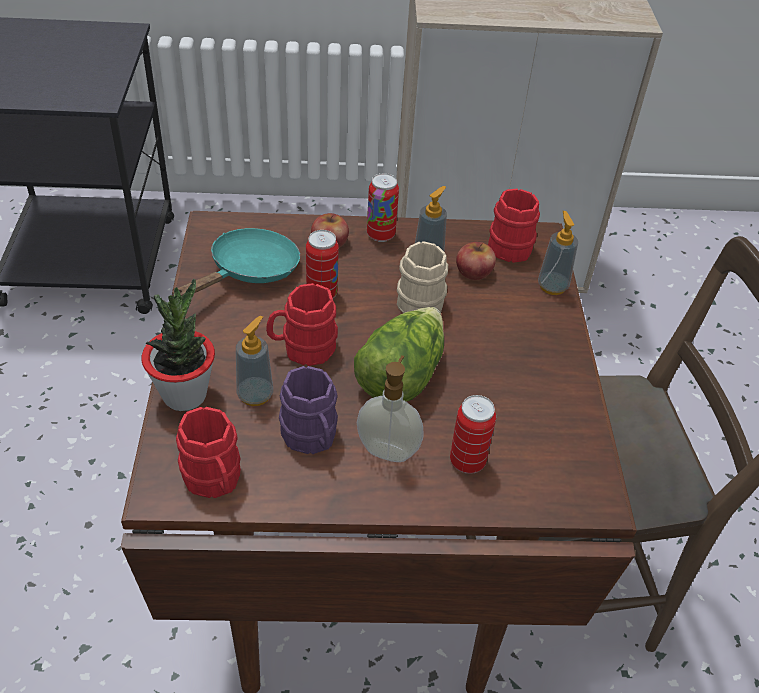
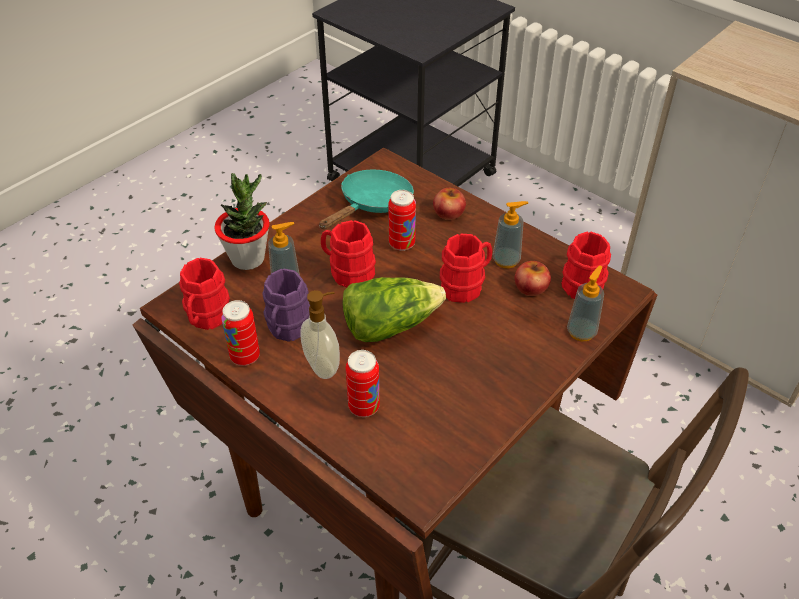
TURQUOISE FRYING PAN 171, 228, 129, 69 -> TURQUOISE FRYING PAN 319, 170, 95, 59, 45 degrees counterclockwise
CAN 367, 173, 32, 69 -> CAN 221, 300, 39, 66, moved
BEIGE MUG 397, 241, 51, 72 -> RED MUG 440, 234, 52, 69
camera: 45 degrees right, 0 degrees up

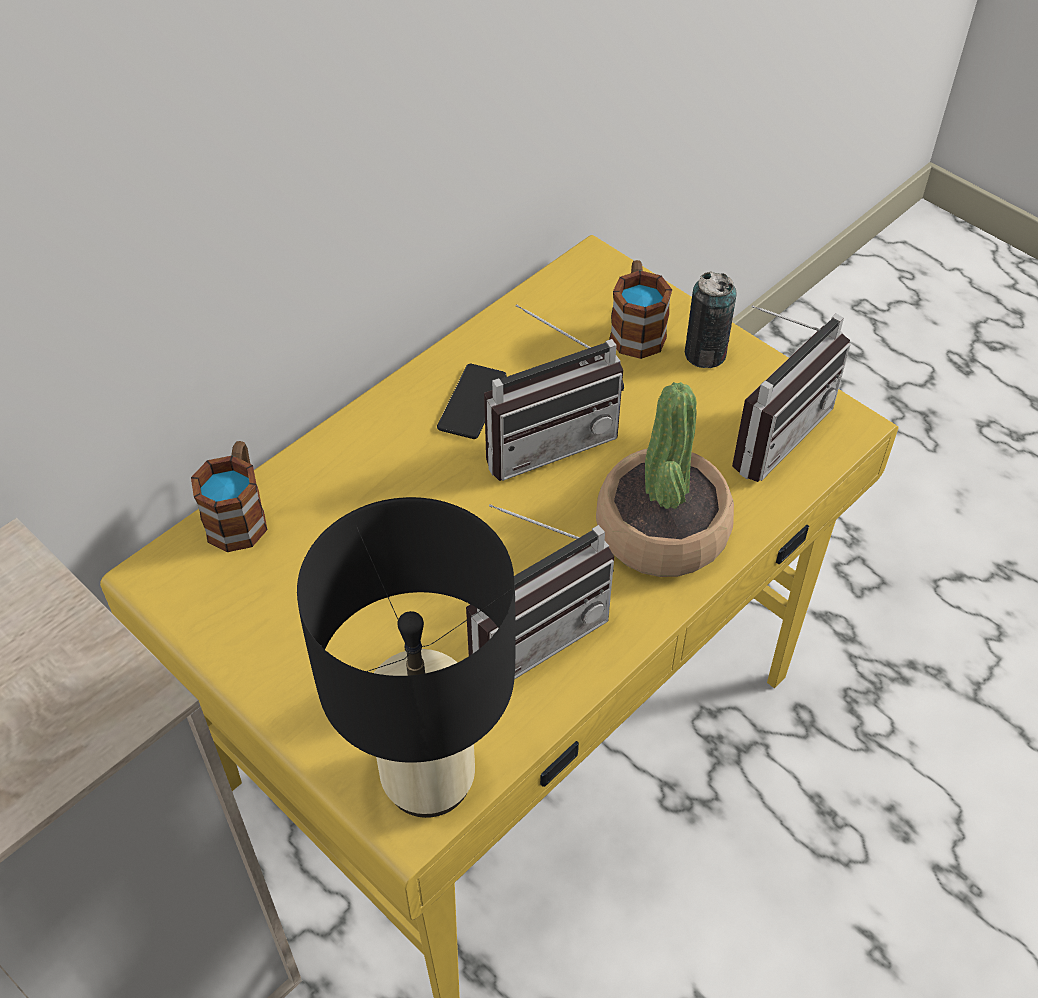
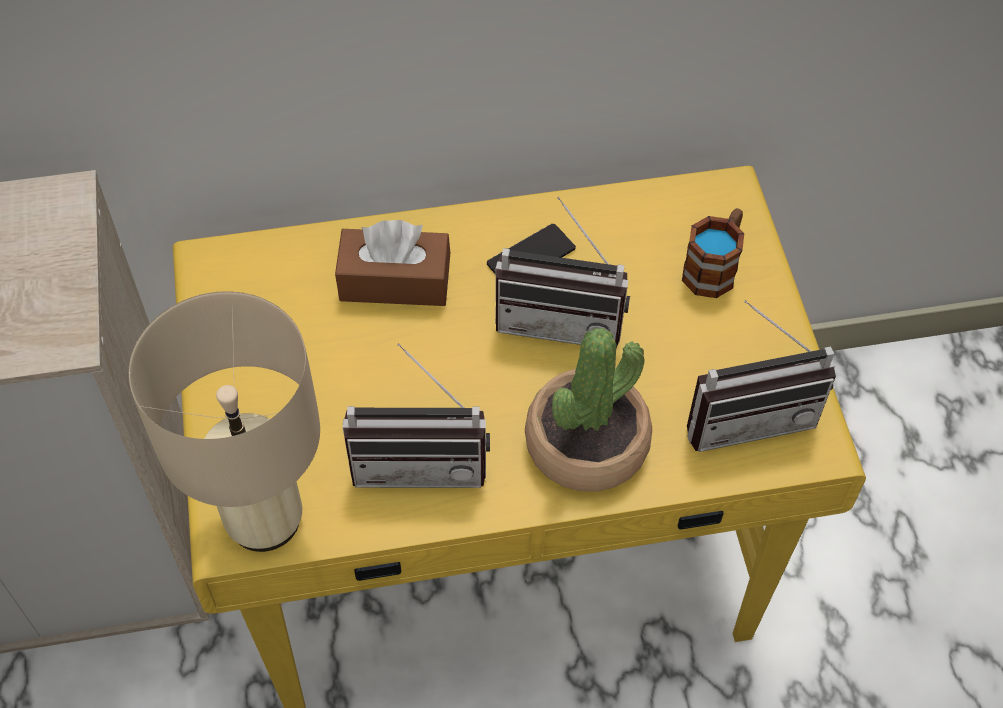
MUG 191, 441, 76, 111 -> none
BLACK TABLE LAMP 297, 497, 219, 321 -> BEIGE TABLE LAMP 128, 291, 192, 261
CAN 685, 271, 52, 97 -> none
none -> BROWN TISSUE BOX 335, 220, 115, 86
camera: 35 degrees right, 5 degrees up

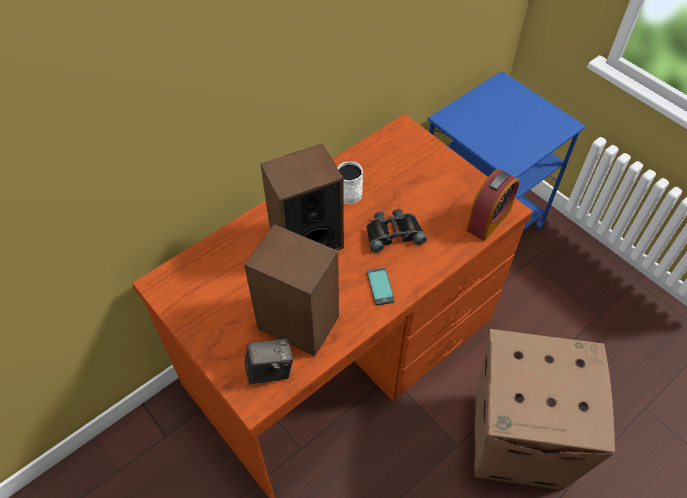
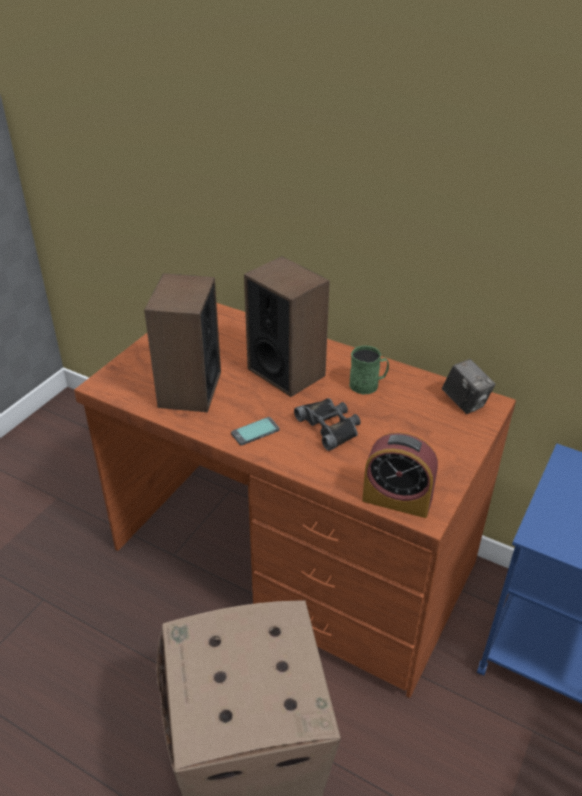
PHOTO CAMERA 245, 339, 48, 46 -> PHOTO CAMERA 442, 359, 54, 55, moved
WHITE MUG 338, 161, 25, 43 -> GREEN MUG 349, 345, 40, 50
camera: 70 degrees right, 15 degrees down

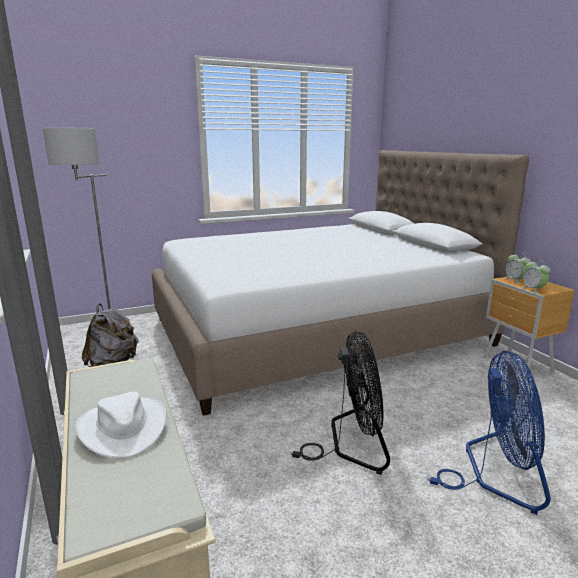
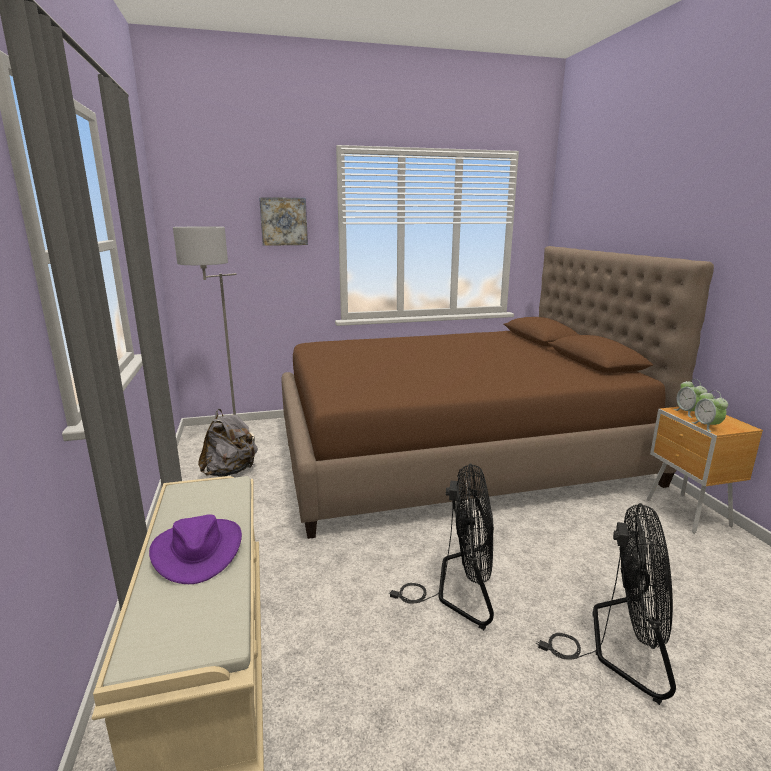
WHITE HAT 75, 392, 92, 66 -> PURPLE HAT 149, 514, 93, 70
WHITE BED 152, 150, 377, 266 -> BROWN BED 281, 246, 433, 293
BLUE FAN 428, 351, 123, 164 -> BLACK FAN 537, 503, 139, 202
none -> PICTURE 259, 197, 49, 49
camera: 10 degrees right, 0 degrees up

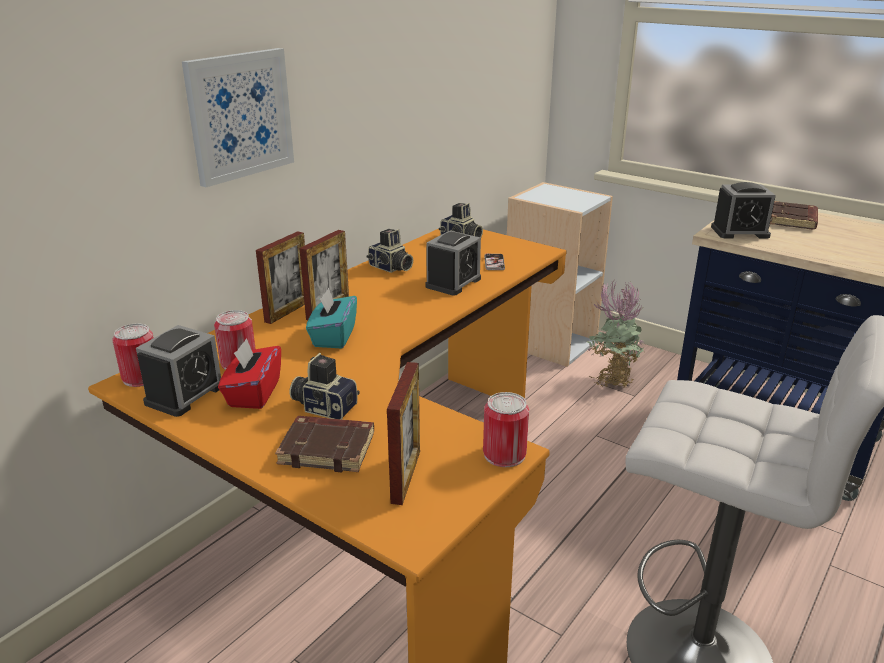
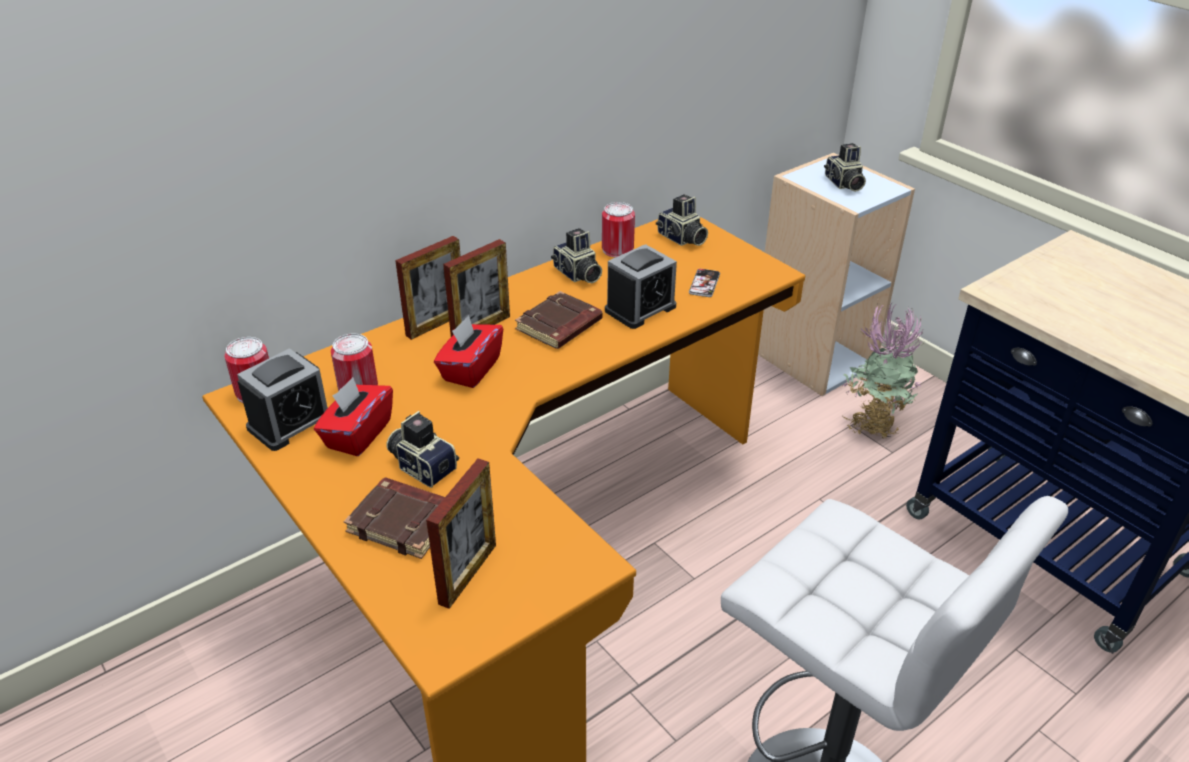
PICTURE 182, 48, 112, 139 -> none
TURQUOISE TISSUE BOX 306, 288, 51, 60 -> RED TISSUE BOX 434, 315, 69, 73
CAN 483, 392, 46, 75 -> CAN 602, 202, 33, 55, moved
ALARM CLOCK 711, 182, 64, 56 -> none
BROWN BOOK 770, 201, 48, 28 -> BROWN BOOK 515, 291, 88, 58, moved
none -> PHOTO CAMERA 824, 143, 42, 49
camera: 15 degrees right, 10 degrees up

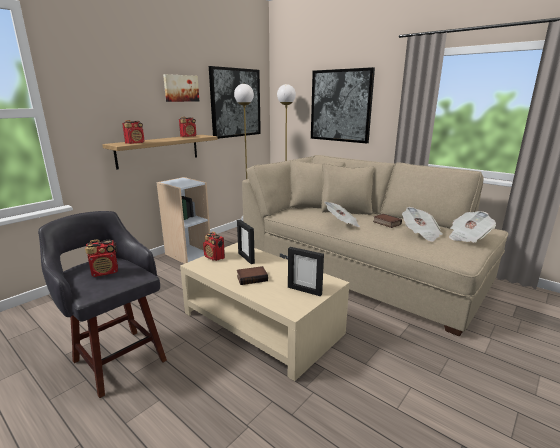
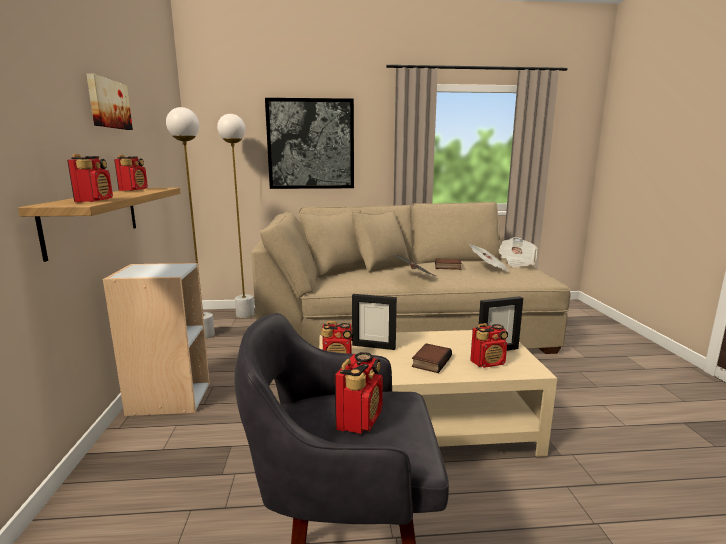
PICTURE 209, 66, 52, 73 -> none
none -> RADIO 470, 323, 38, 45
camera: 45 degrees left, 5 degrees down

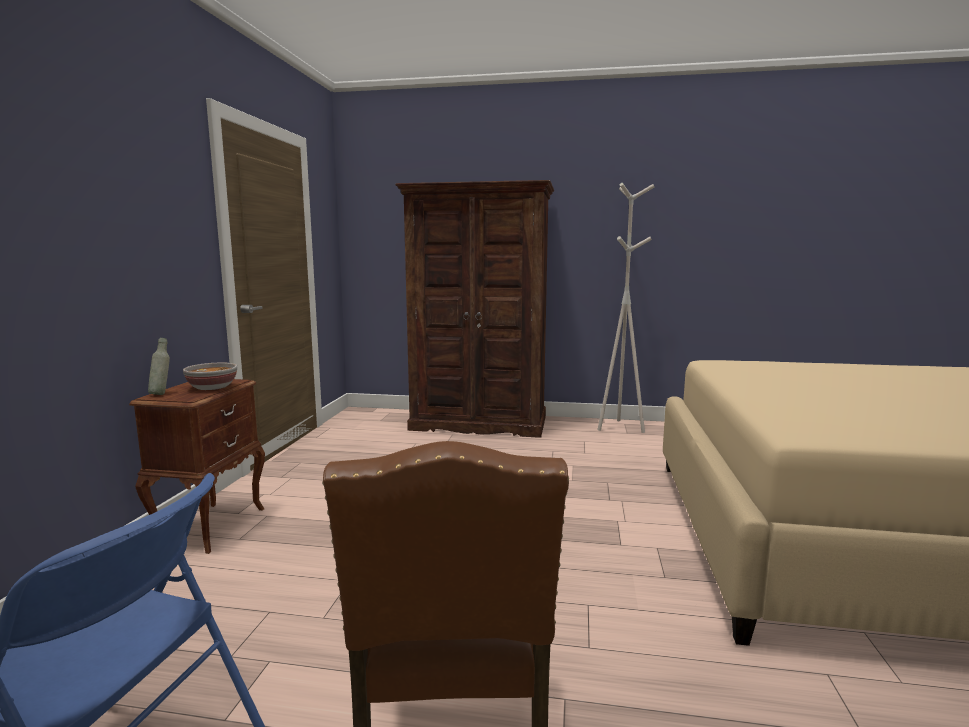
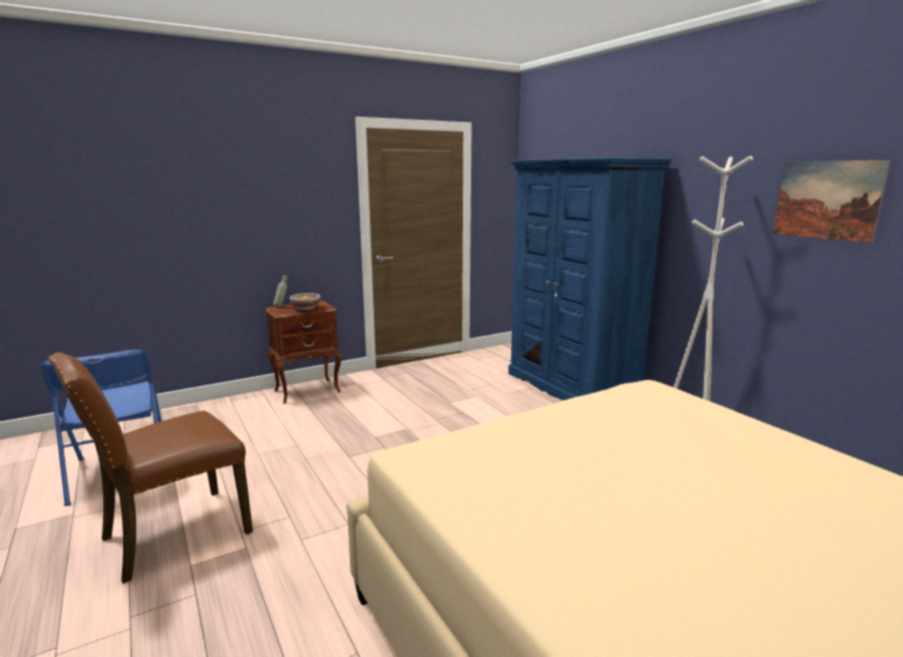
BROWN WARDROBE 395, 180, 159, 258 -> BLUE WARDROBE 508, 157, 163, 243
none -> PICTURE 773, 160, 117, 83
camera: 50 degrees right, 5 degrees up

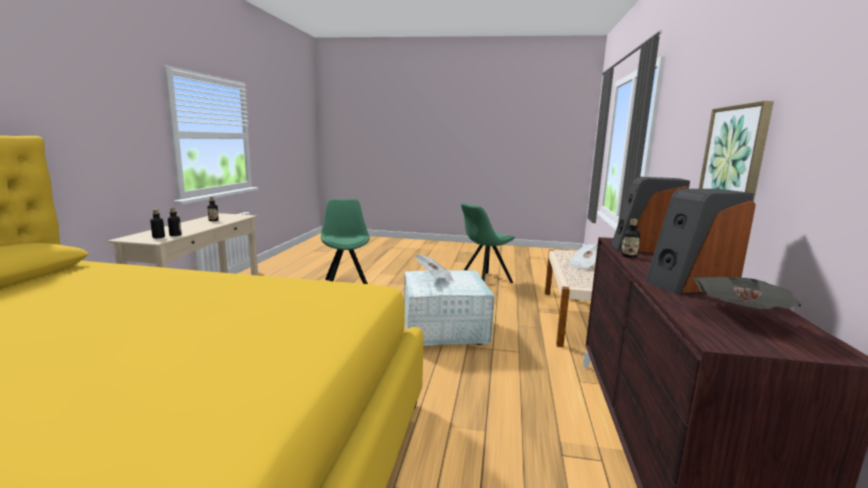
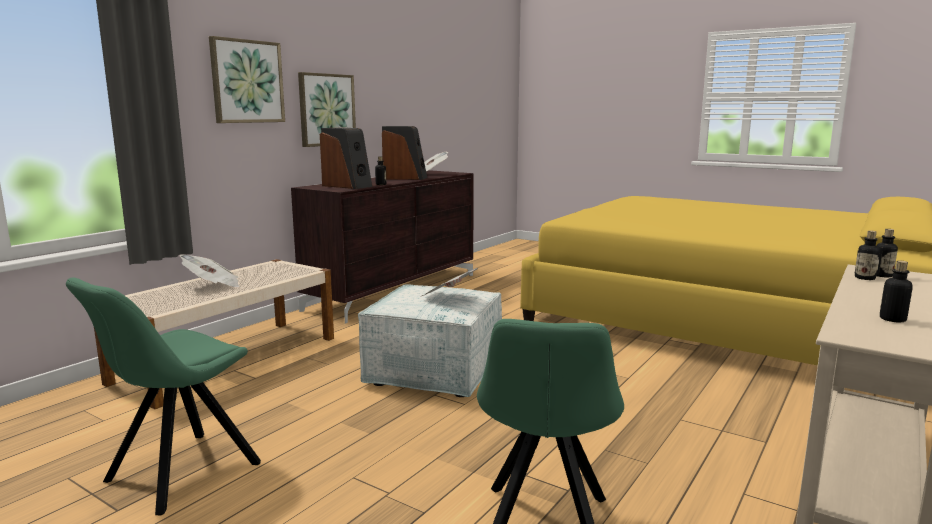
GREEN CHAIR 461, 203, 54, 80 -> GREEN CHAIR 66, 278, 195, 238, 135 degrees clockwise
none -> PICTURE 209, 36, 76, 87
camera: 155 degrees left, 0 degrees up

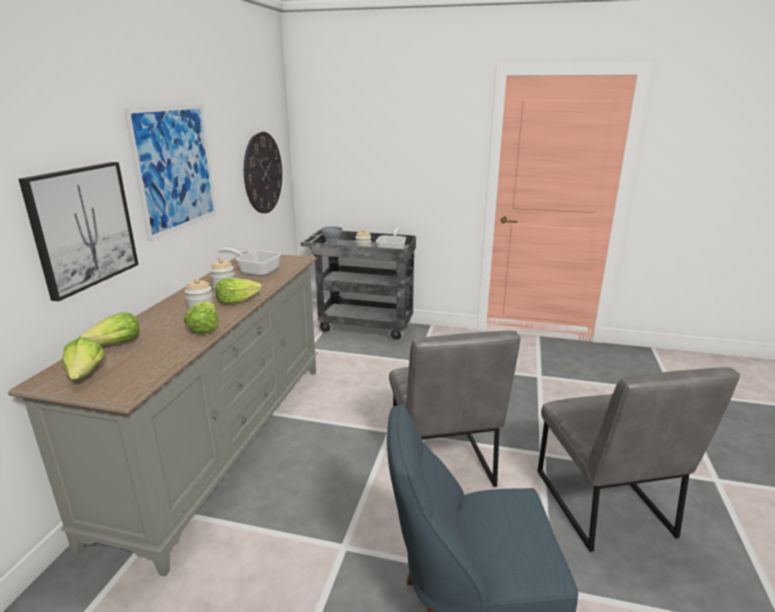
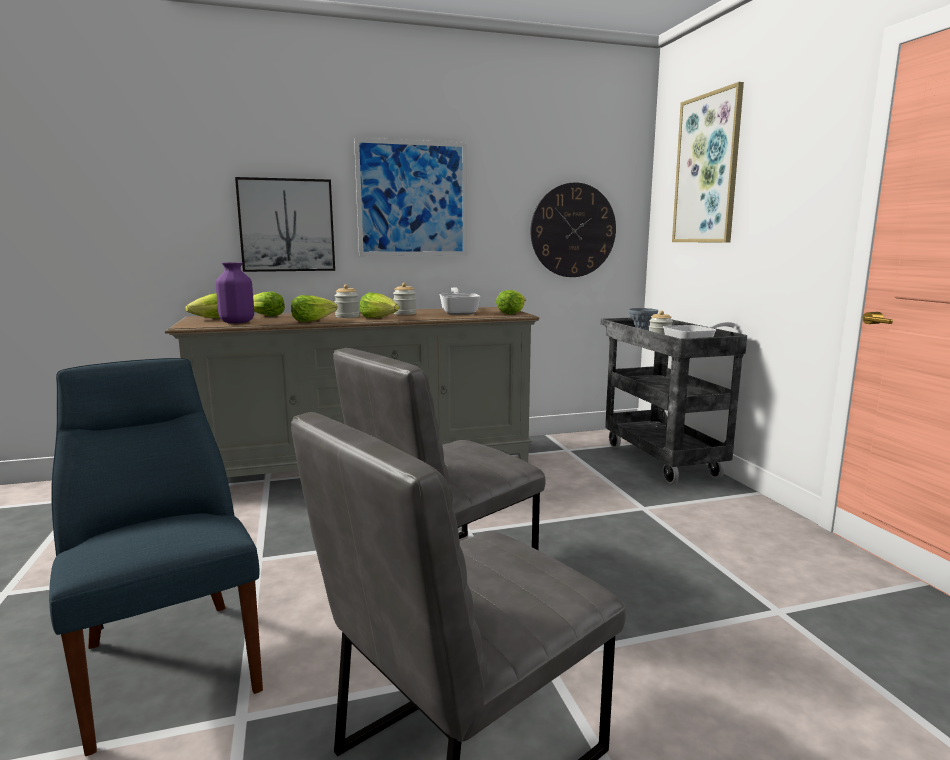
none -> PURPLE VASE 216, 262, 38, 62
none -> LETTUCE 496, 290, 30, 25
none -> PICTURE 672, 82, 72, 160
camera: 60 degrees right, 10 degrees down

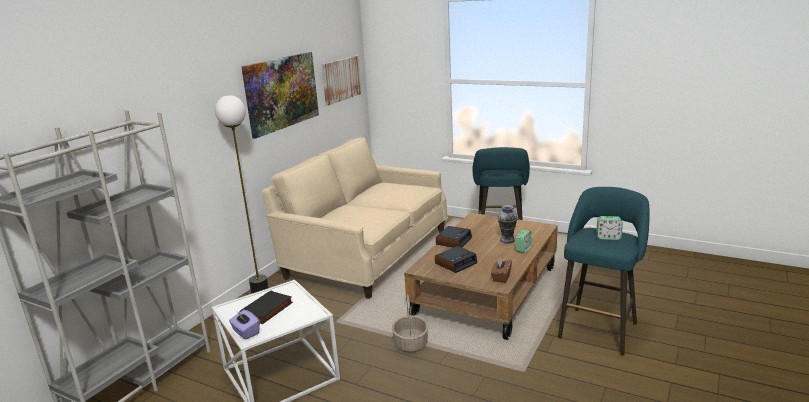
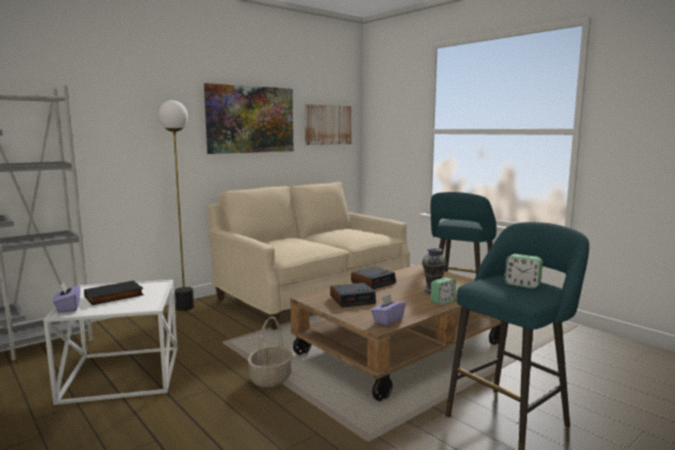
BROWN TISSUE BOX 491, 257, 21, 26 -> PURPLE TISSUE BOX 371, 294, 35, 32
camera: 20 degrees right, 10 degrees down

